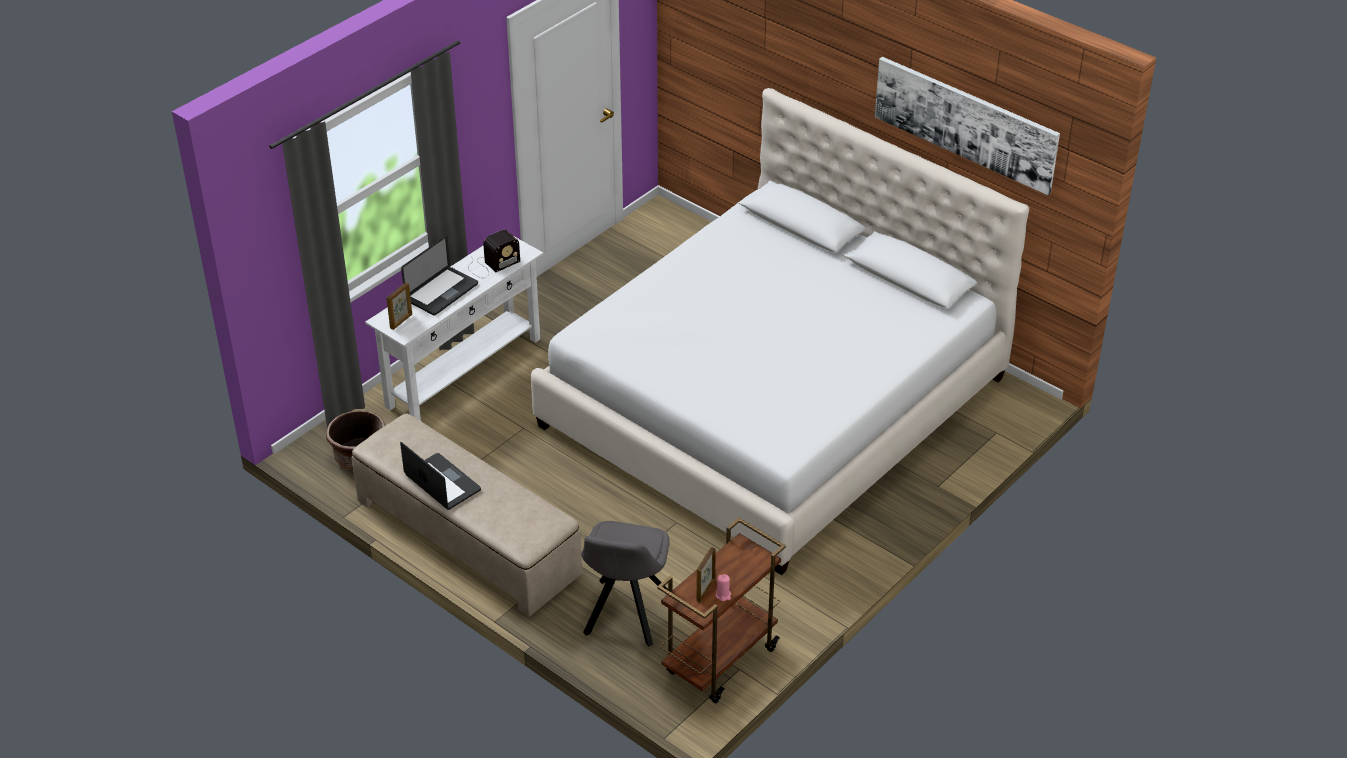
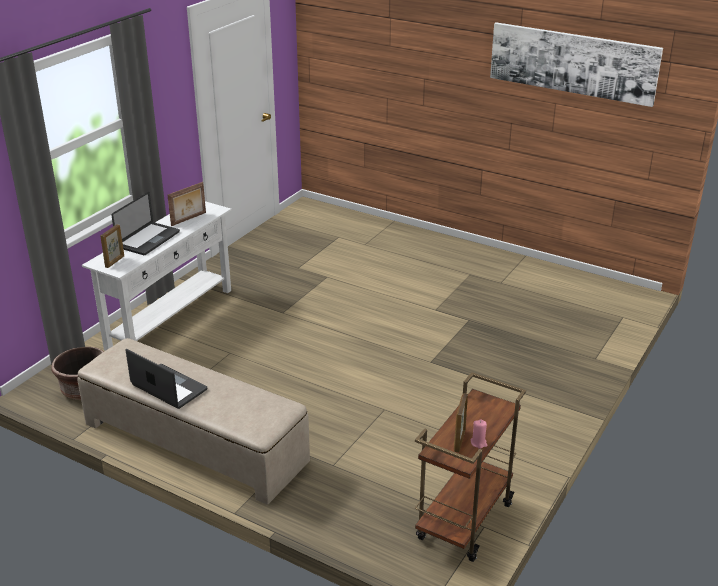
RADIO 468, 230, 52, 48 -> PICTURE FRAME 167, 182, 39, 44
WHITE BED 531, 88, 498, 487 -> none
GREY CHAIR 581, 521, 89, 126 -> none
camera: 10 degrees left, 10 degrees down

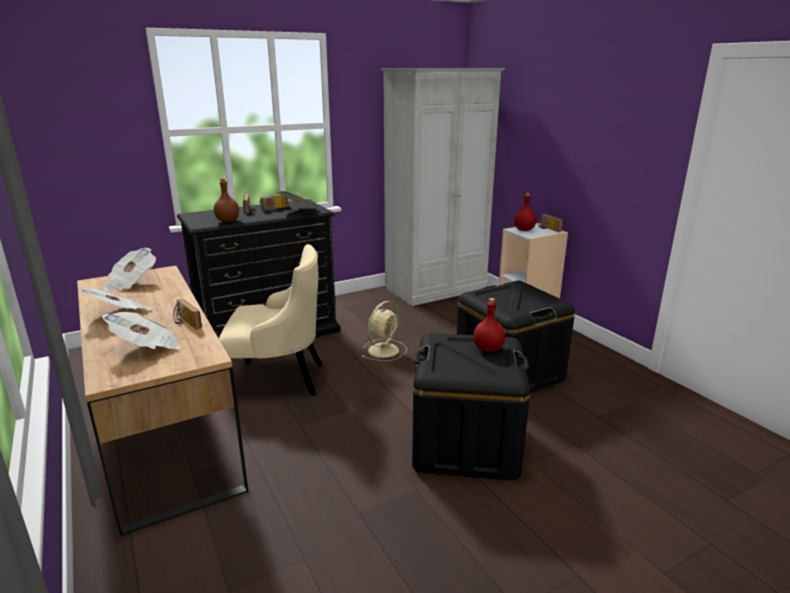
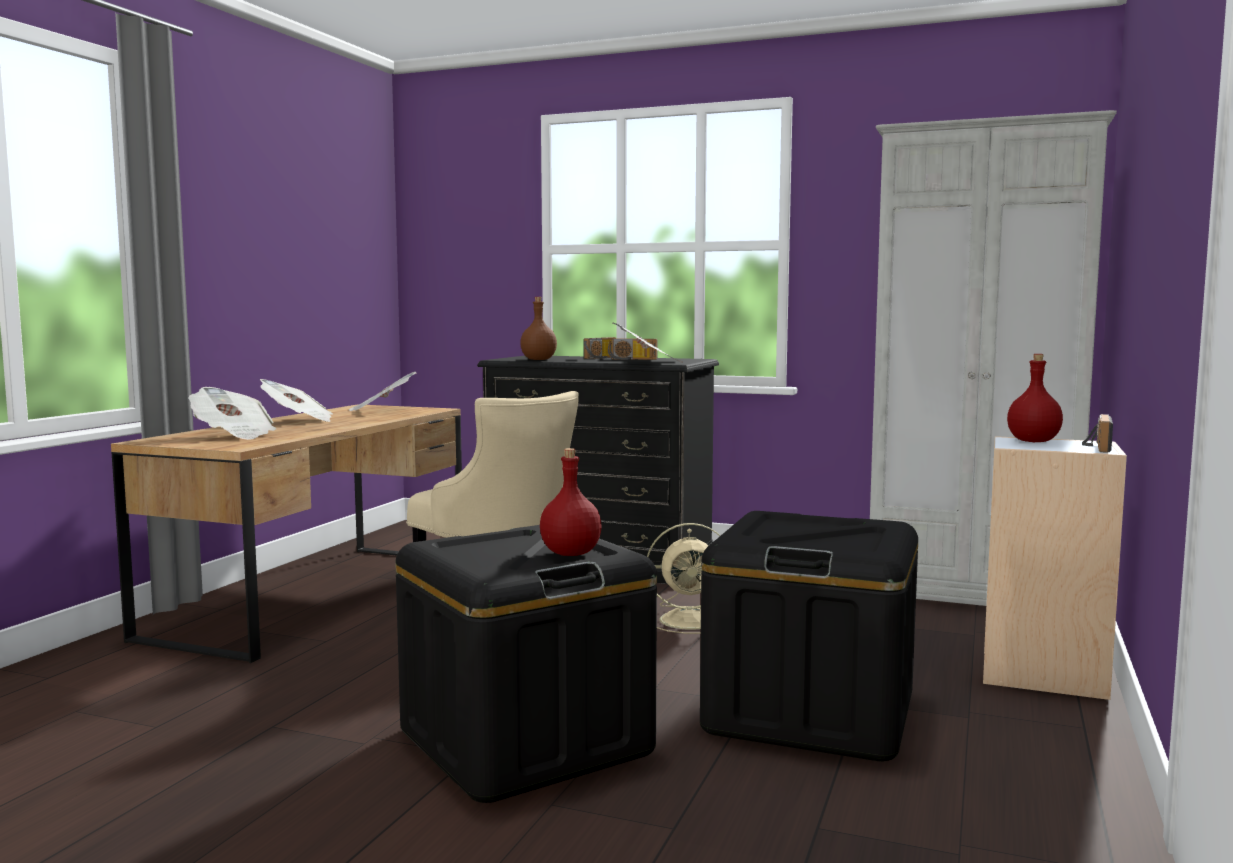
RADIO 173, 299, 29, 31 -> none
camera: 50 degrees right, 15 degrees down

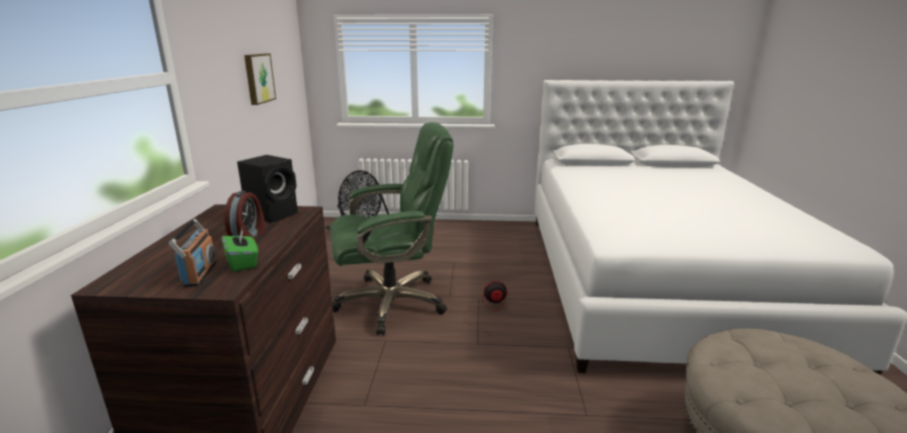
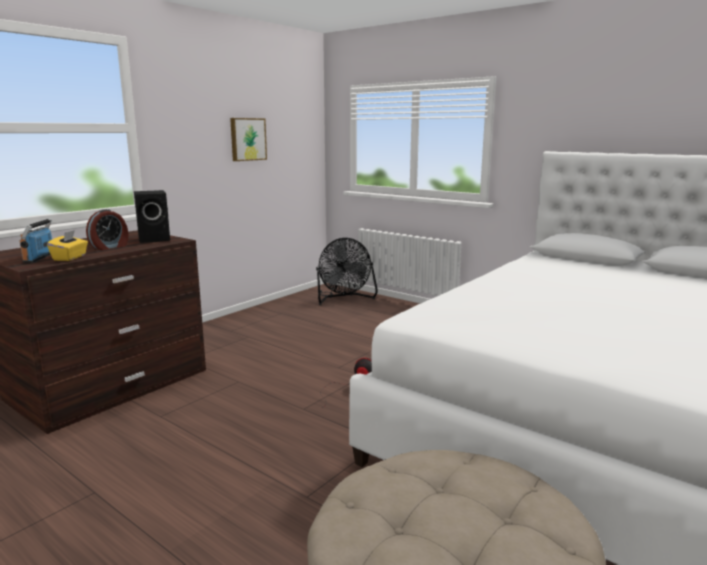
RADIO 168, 219, 49, 68 -> RADIO 20, 219, 32, 44, 150 degrees clockwise
GREEN TISSUE BOX 222, 229, 36, 43 -> YELLOW TISSUE BOX 47, 230, 41, 31
GREEN OFFICE CHAIR 330, 122, 124, 213 -> none
camera: 35 degrees right, 5 degrees down

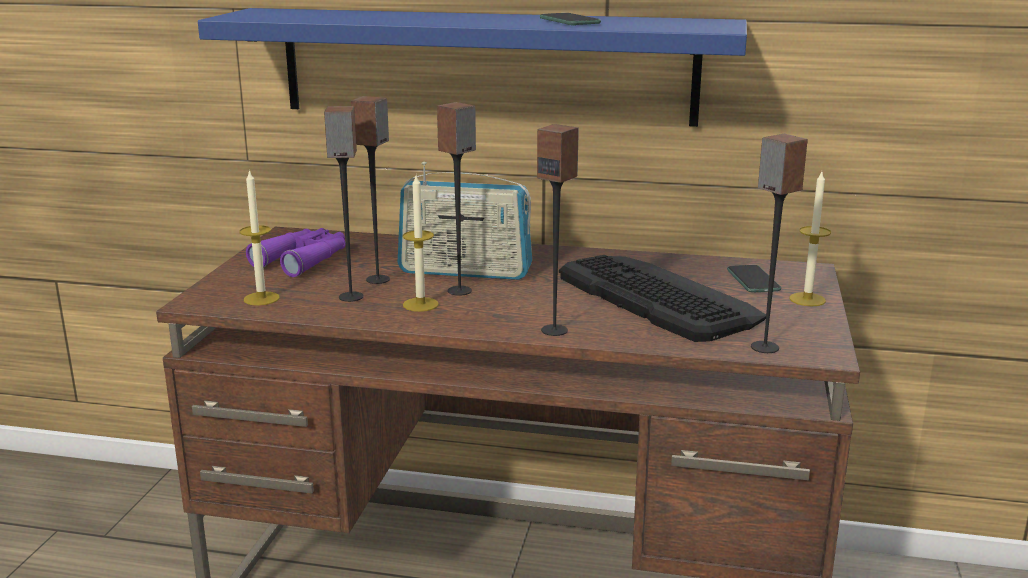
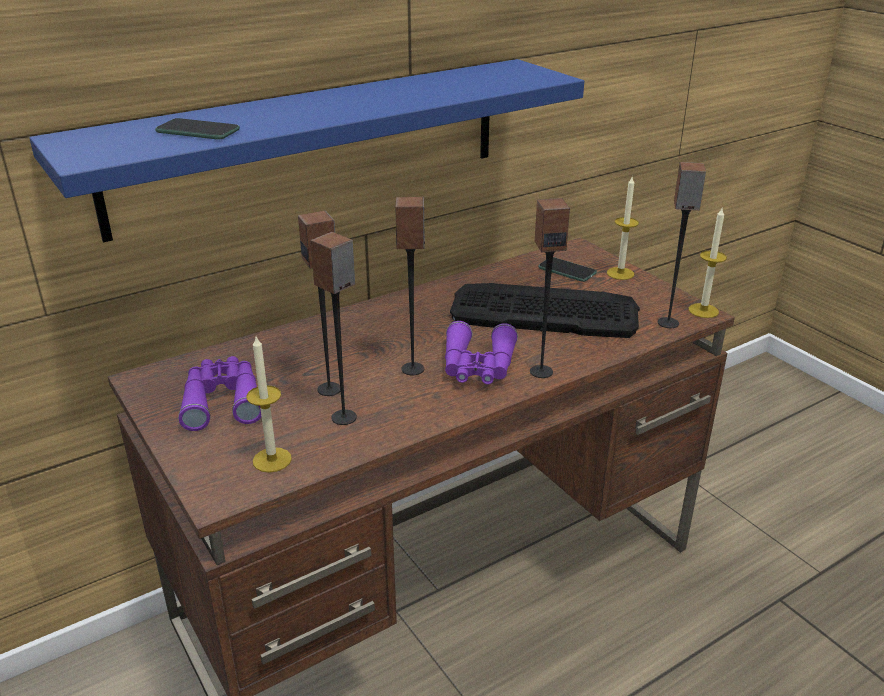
RADIO 398, 162, 134, 118 -> none
CANDLE 403, 176, 36, 136 -> CANDLE 689, 208, 38, 110, moved
PHONE 540, 13, 61, 13 -> PHONE 155, 118, 85, 22, moved
none -> PURPLE BINOCULARS 445, 321, 73, 63
camera: 45 degrees left, 10 degrees up

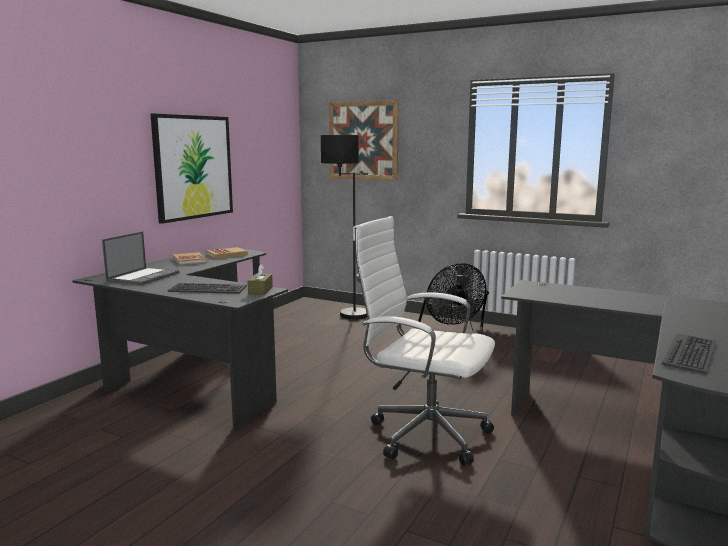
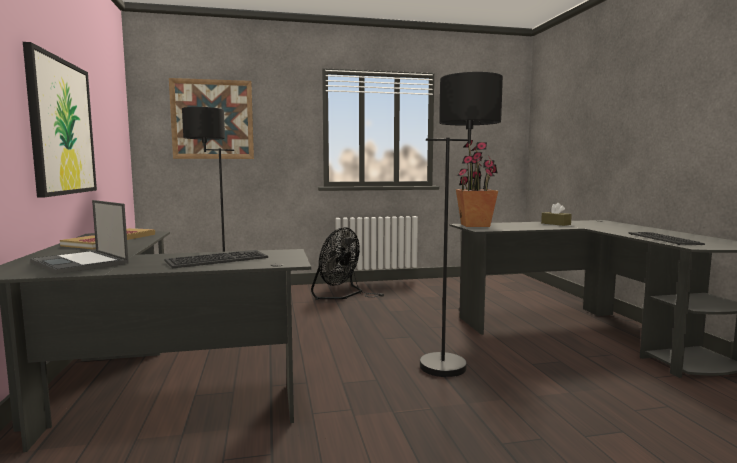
LAPTOP 102, 231, 77, 54 -> LAPTOP 30, 200, 99, 74, 150 degrees clockwise
BROWN TISSUE BOX 247, 264, 26, 31 -> BROWN TISSUE BOX 541, 203, 31, 23, moved
WHITE OFFICE CHAIR 353, 216, 142, 249 -> BLACK FLOOR LAMP 420, 72, 83, 305
none -> POTTED PLANT 456, 140, 42, 87
camera: 40 degrees left, 5 degrees down

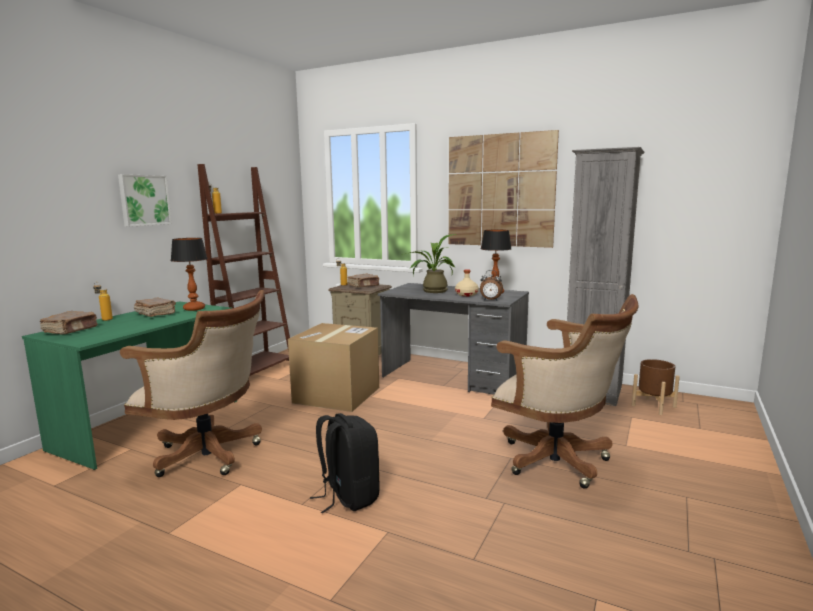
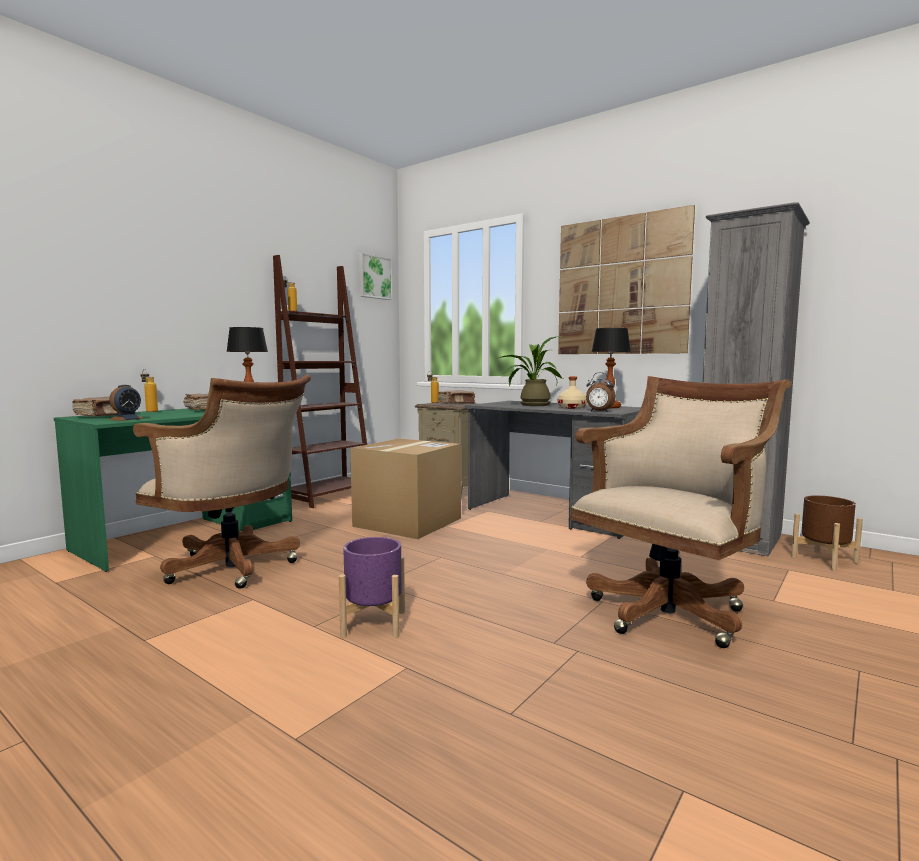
PICTURE 118, 174, 54, 53 -> PICTURE 359, 253, 34, 47, moved
BLACK BACKPACK 310, 413, 70, 101 -> PURPLE PLANTER 339, 537, 66, 101
OFFICE CHAIR 491, 294, 148, 194 -> OFFICE CHAIR 570, 376, 221, 272, 90 degrees counterclockwise
none -> ALARM CLOCK 109, 385, 35, 36
camera: 10 degrees right, 5 degrees down

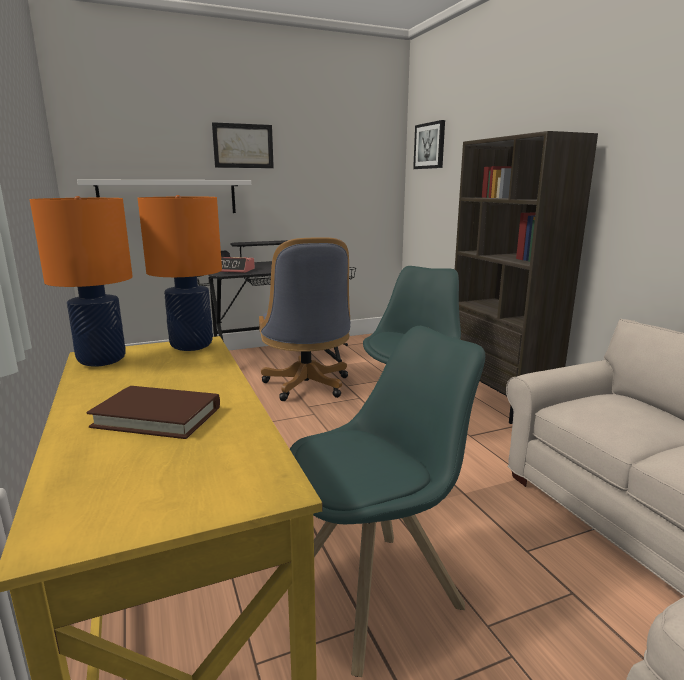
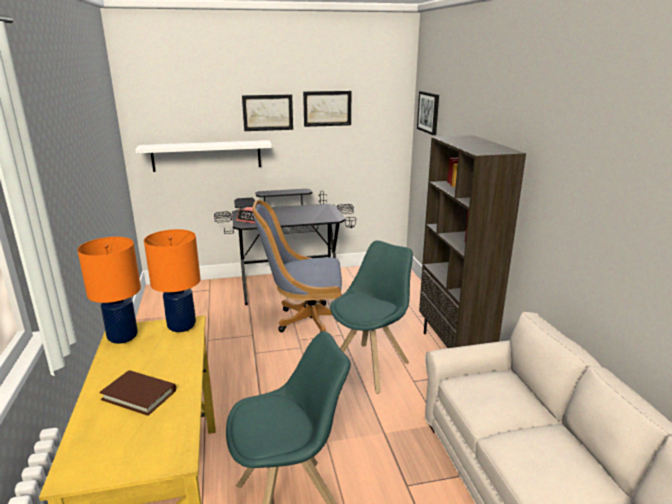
BLUE OFFICE CHAIR 259, 237, 91, 164 -> BLUE OFFICE CHAIR 252, 200, 90, 132, 90 degrees clockwise
none -> PICTURE 303, 91, 49, 36
camera: 10 degrees right, 5 degrees up

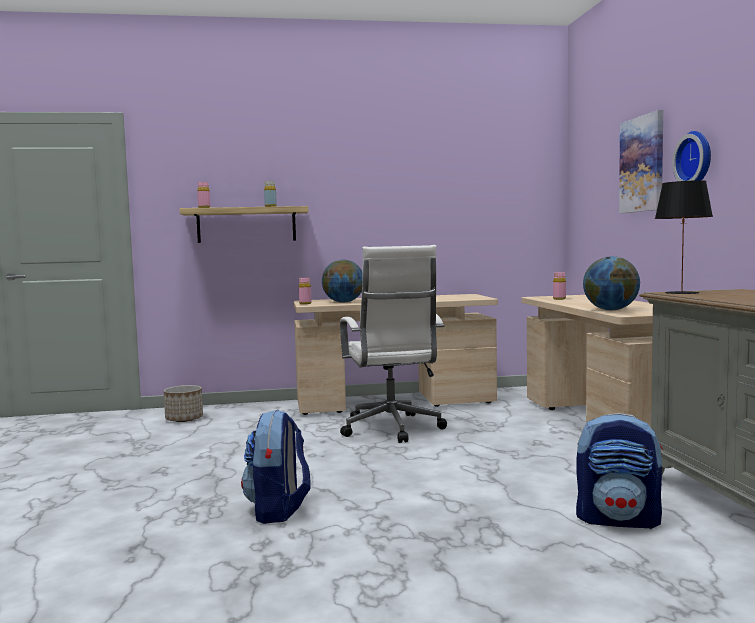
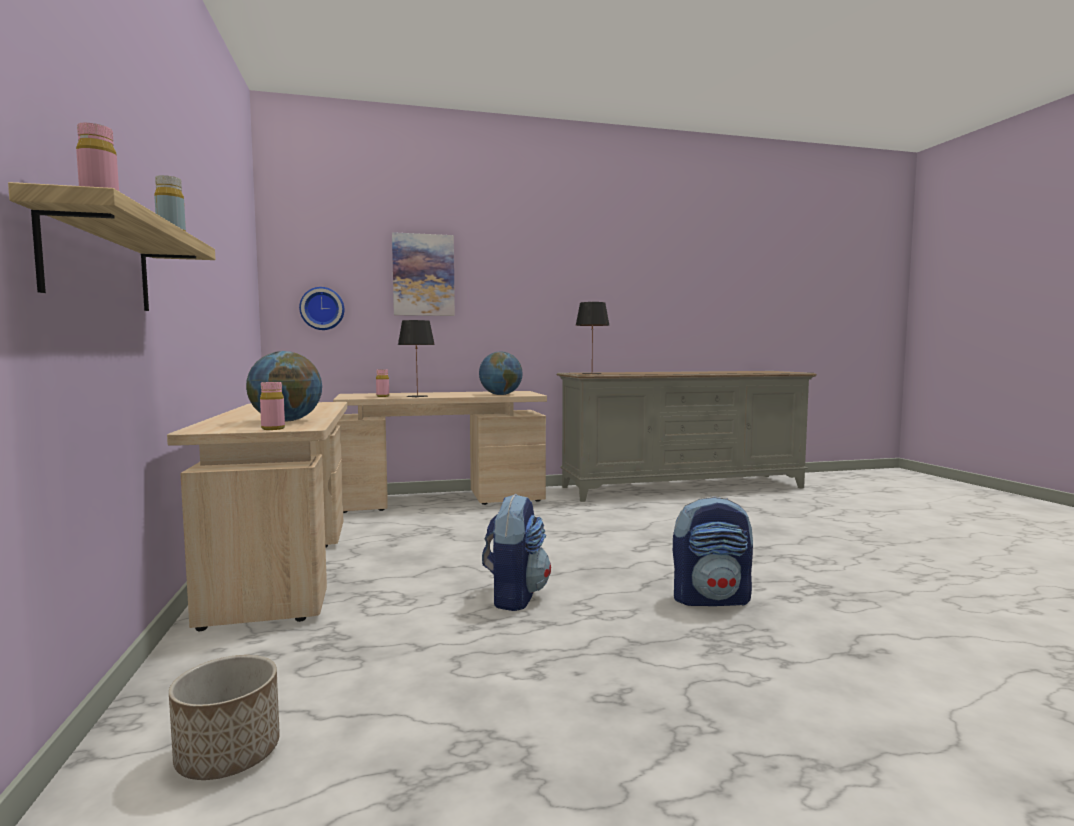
WHITE OFFICE CHAIR 340, 245, 107, 198 -> none
BACKPACK 576, 413, 87, 116 -> BACKPACK 482, 494, 69, 117, moved
WALL CLOCK 672, 131, 39, 50 -> WALL CLOCK 299, 287, 45, 43, moved
none -> BLACK TABLE LAMP 398, 320, 37, 77
camera: 95 degrees left, 0 degrees up

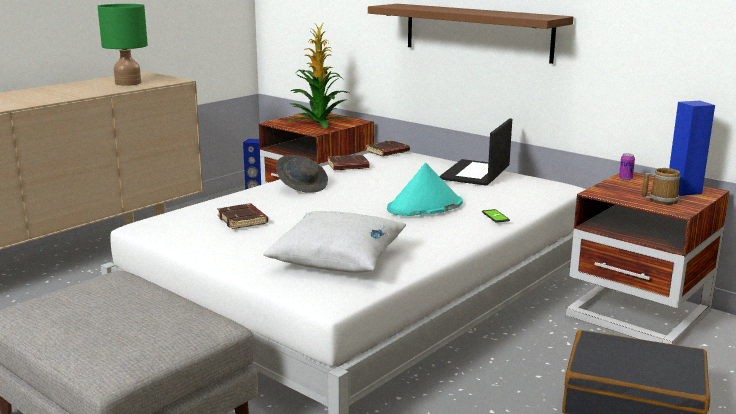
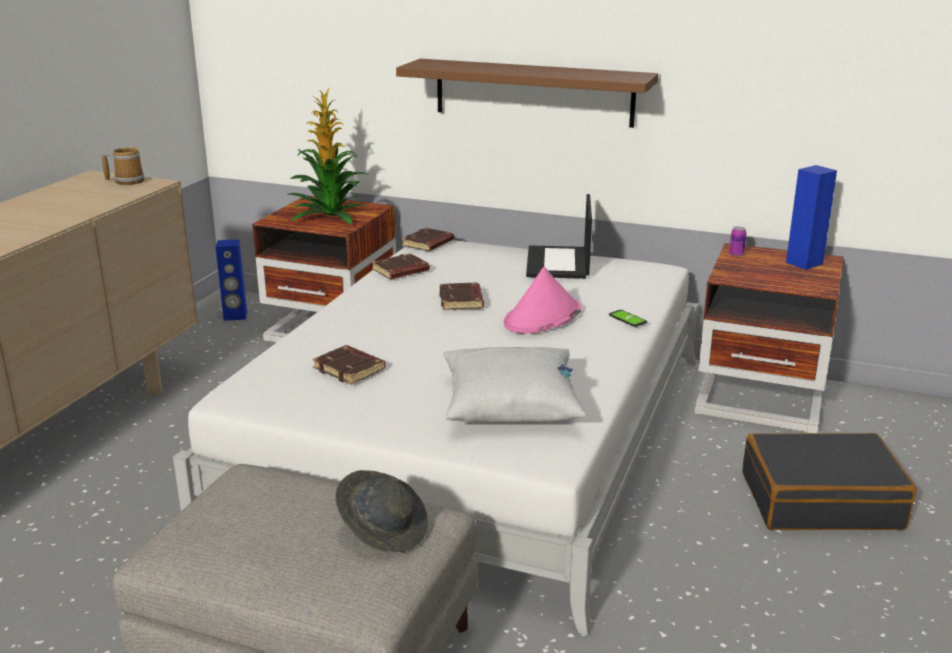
GREEN TABLE LAMP 98, 4, 50, 82 -> none
GREY HAT 276, 155, 52, 38 -> GREY HAT 335, 470, 93, 82, moved
TURQUOISE HAT 387, 163, 76, 53 -> PINK HAT 504, 267, 77, 67
MUG 642, 168, 38, 37 -> MUG 102, 147, 42, 38, moved
none -> BROWN BOOK 439, 283, 45, 27
camera: 20 degrees left, 5 degrees up

